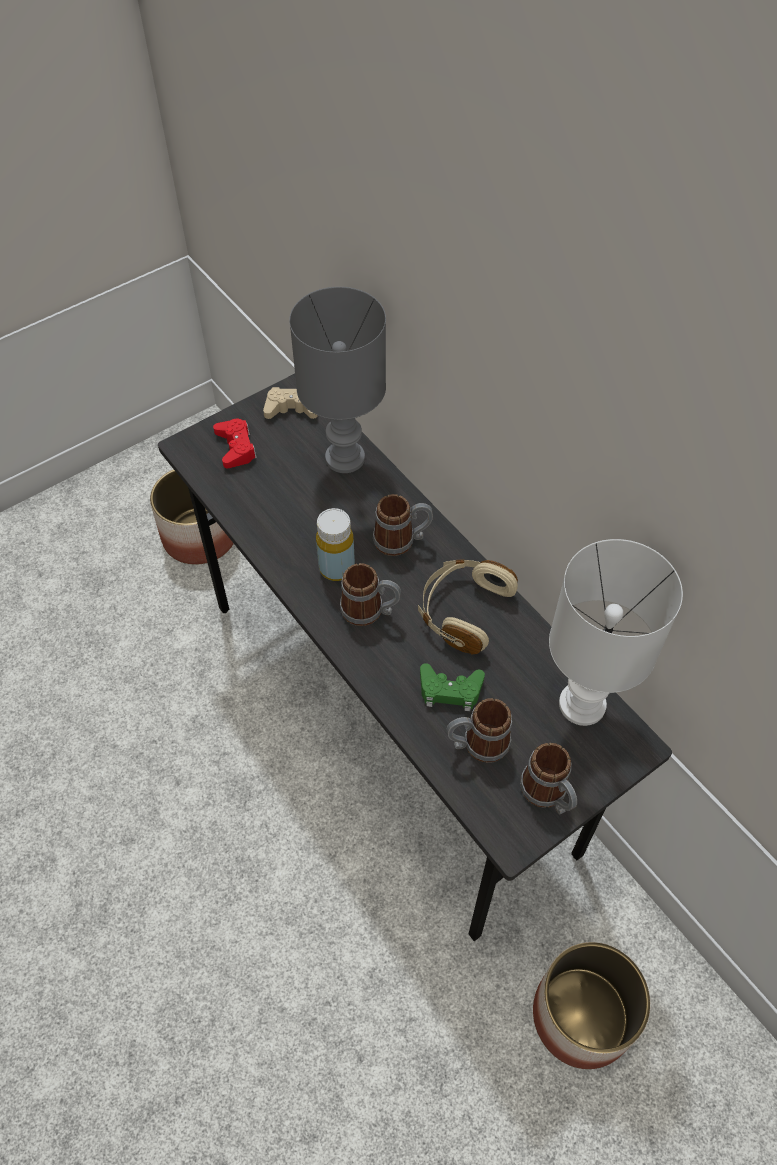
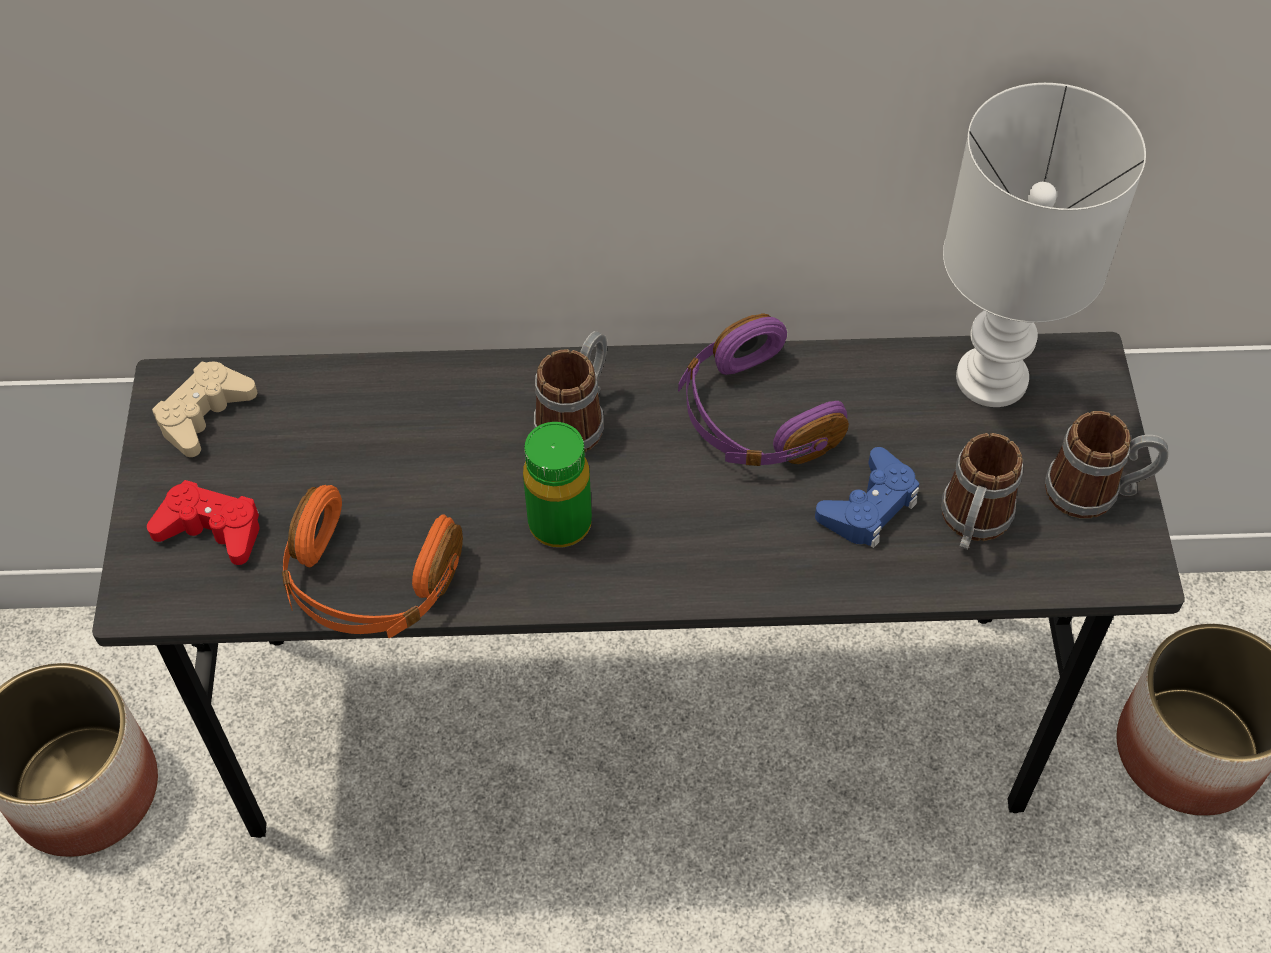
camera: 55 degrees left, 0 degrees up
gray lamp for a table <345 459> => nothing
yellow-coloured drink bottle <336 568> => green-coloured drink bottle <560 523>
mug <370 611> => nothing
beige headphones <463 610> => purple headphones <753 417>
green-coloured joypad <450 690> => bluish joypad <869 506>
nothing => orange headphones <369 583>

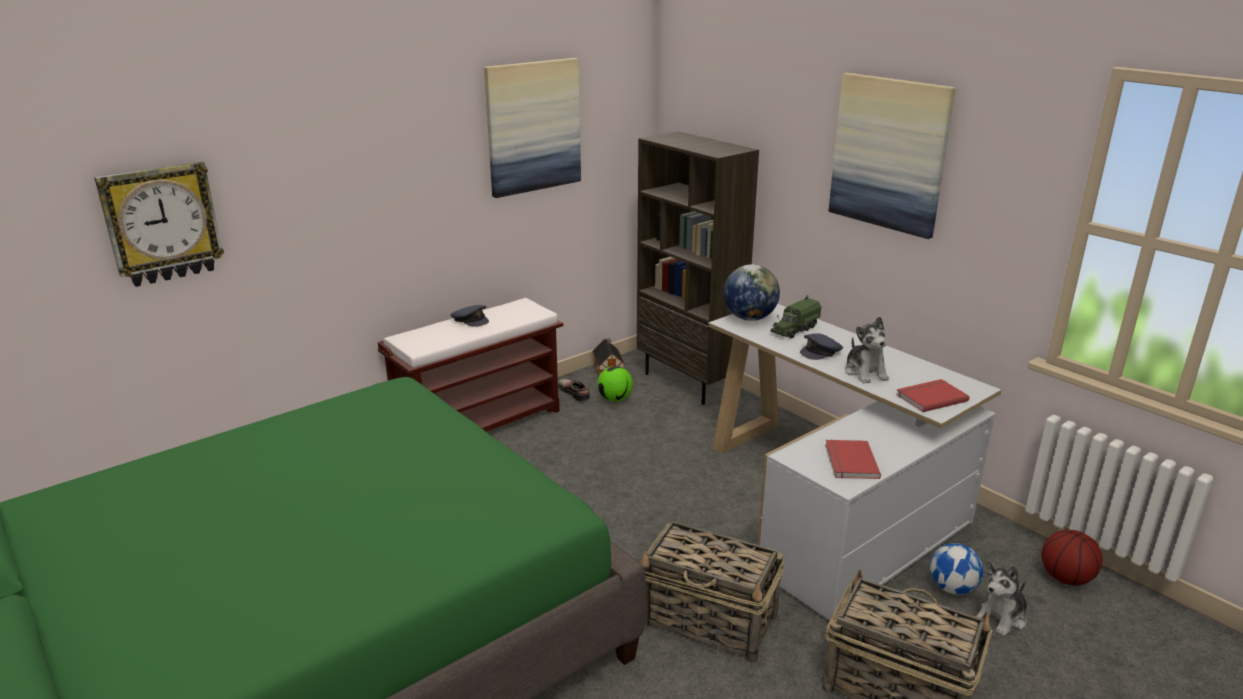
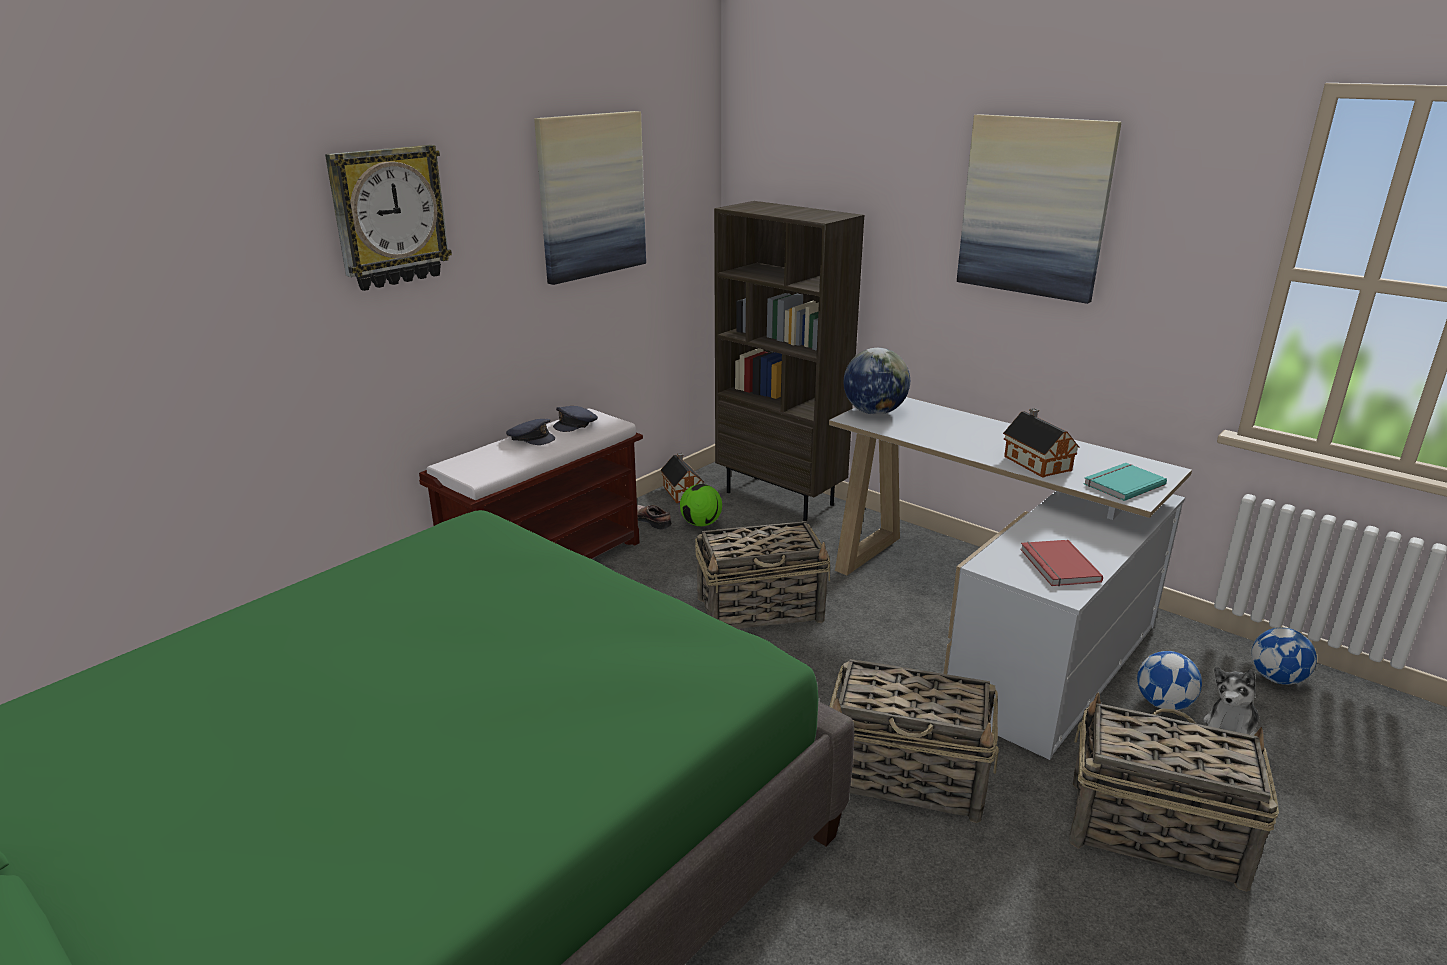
camera: 10 degrees left, 0 degrees up
wall clock <162 224> => wall clock <389 217>, moved
toy lorry <794 329> => nothing
gray peaked cap <821 352> => gray peaked cap <576 424>, moved
cuddly toy <865 372> => model house <1036 462>
reddish book <930 397> => turquoise-coloured book <1122 484>
ball for basketball <1065 579> => football ball <1276 678>
nothing => storage basket <761 609>

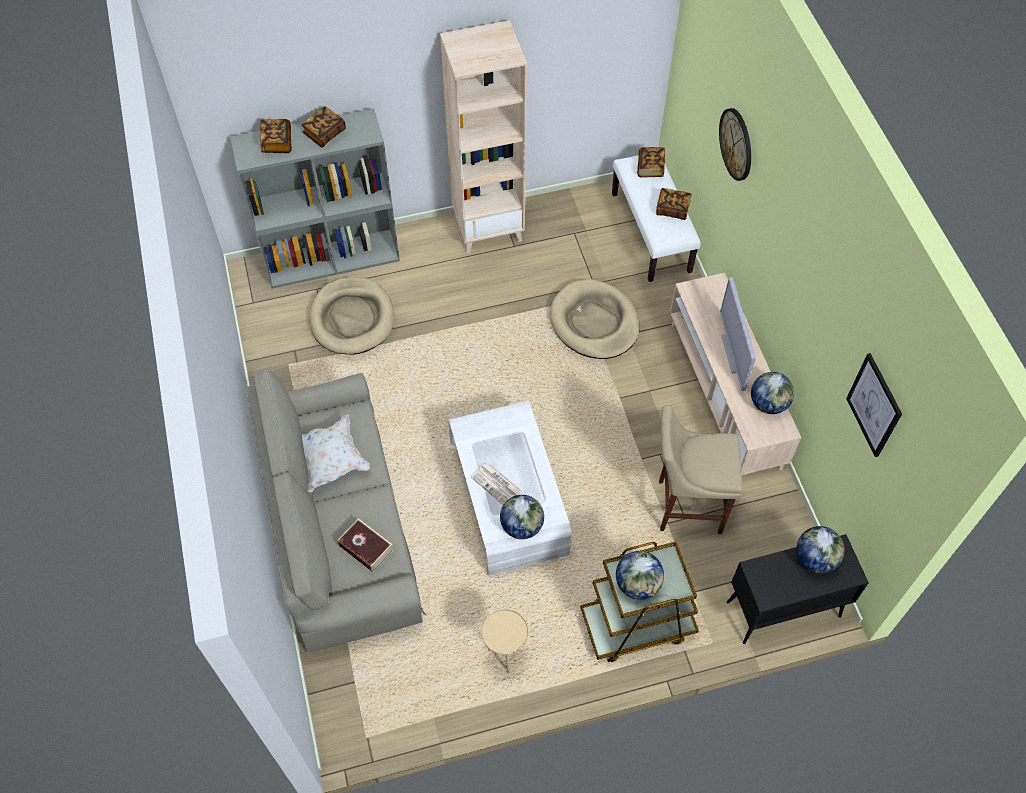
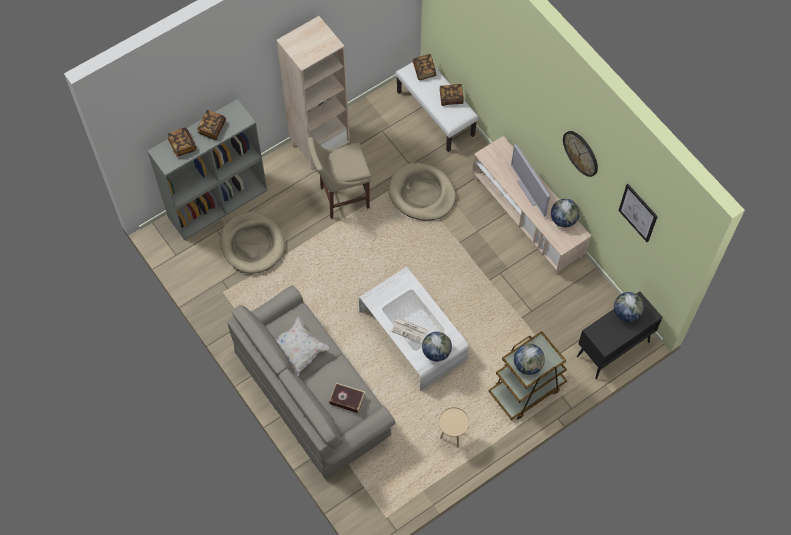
camera: 20 degrees left, 5 degrees up
beige stool seat <685 505> => beige stool seat <341 198>, moved
wall clock <736 144> => wall clock <581 153>, moved

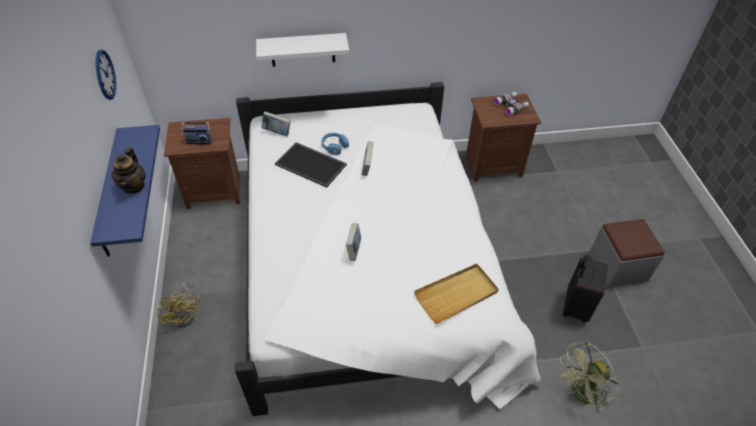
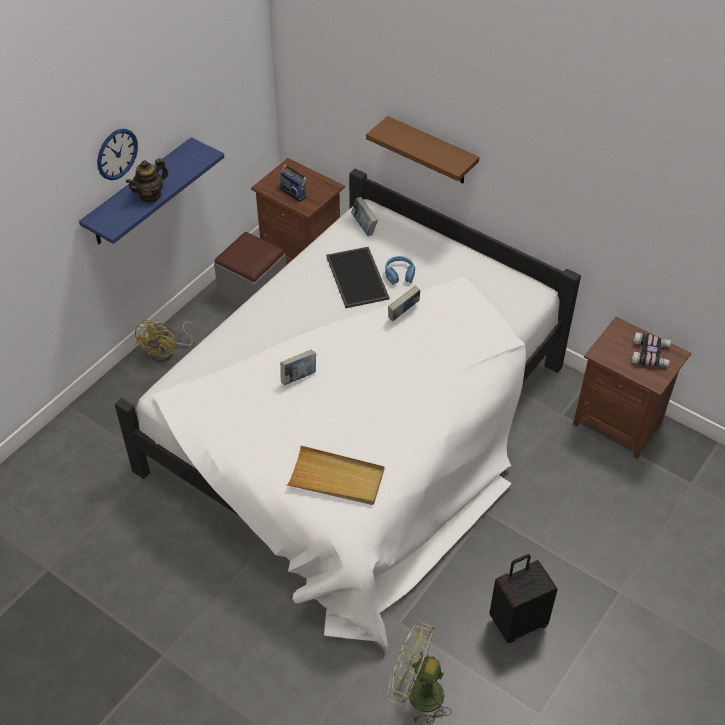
camera: 45 degrees right, 0 degrees up
wall clock <105 74> => wall clock <117 154>, moved
whitish wall shelf <302 50> => brown-coloured wall shelf <431 152>
gray ottoman <617 267> => gray ottoman <253 293>, moved

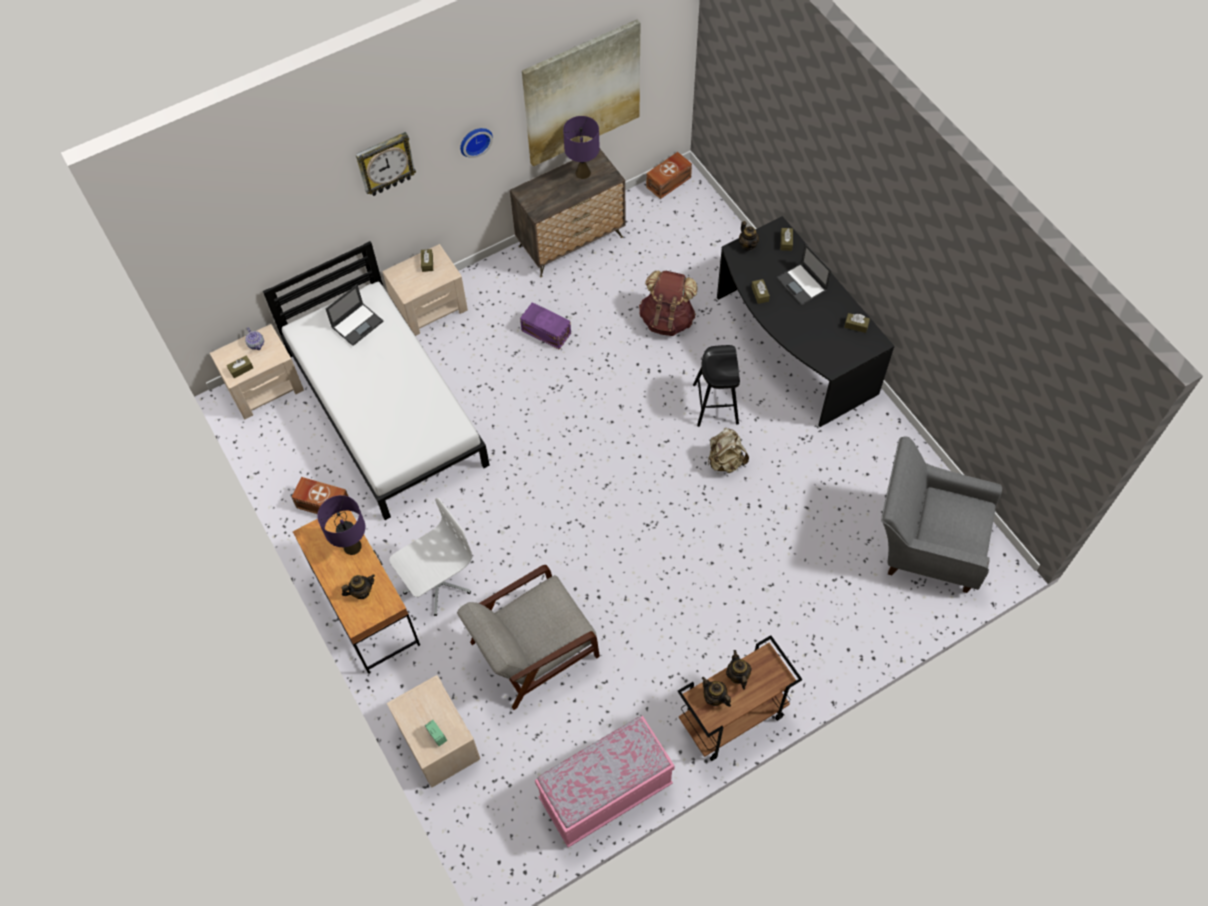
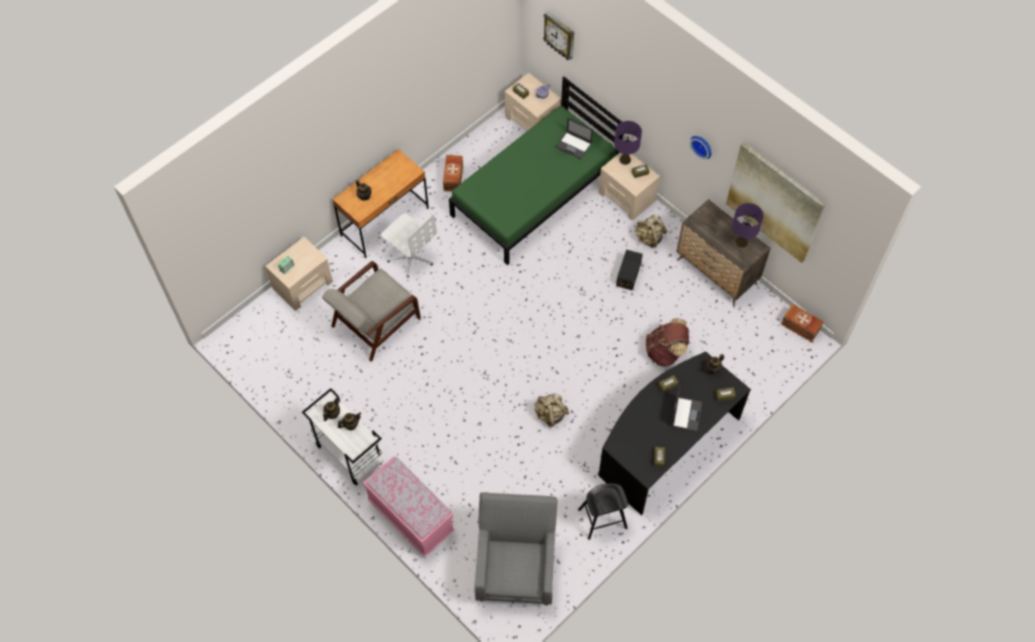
camera: 75 degrees right, 0 degrees up
whitish sleeping bed <387 408> => green-coloured sleeping bed <535 193>
purple lamp for a table <352 546> => purple lamp for a table <625 160>, moved
wall clock <385 164> => wall clock <560 36>, moved
gray armchair <532 650> => gray armchair <374 323>, 90 degrees counterclockwise
purple storage box <546 331> => black storage box <629 274>
pink-coloured long seat <606 792> => pink-coloured long seat <411 516>, moved
brown-coloured trolley <732 719> => whitish trolley <349 454>
black stool seat <715 404> => black stool seat <602 519>, moved
laptop <802 284> => laptop <686 413>, 150 degrees clockwise
nothing => beige backpack <649 238>

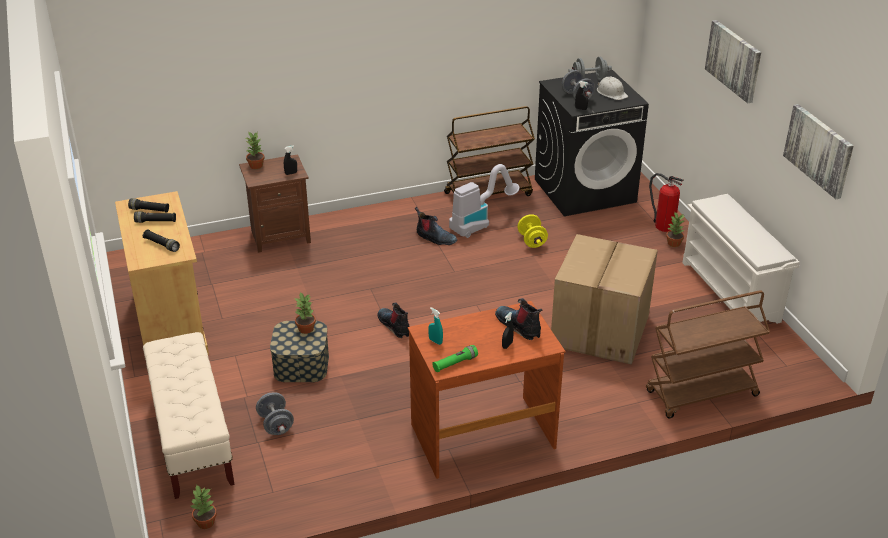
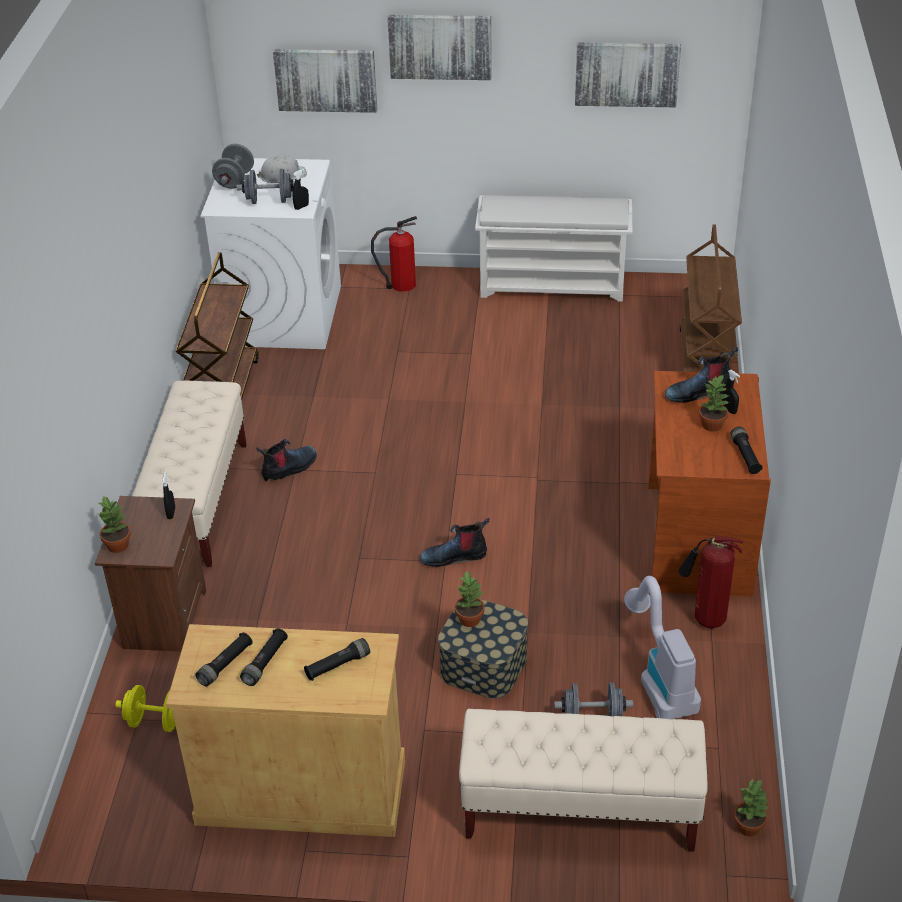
camera: 65 degrees left, 5 degrees up
turquoise-coloured sprayer <435 341> => nothing
green-coloured flashlight <455 363> => black flashlight <745 456>
vacuum cleaner <480 223> => vacuum cleaner <659 678>, moved
yellow-coloured dumbbell <532 241> => yellow-coloured dumbbell <156 721>, moved
black laundry machine <585 190> => whitish laundry machine <283 315>
packing box <601 331> => nothing
plant in a pot <674 243> => plant in a pot <712 425>, moved
nothing => beige long seat <197 502>
nothing => picture <326 79>
nothing => extinguisher <705 620>

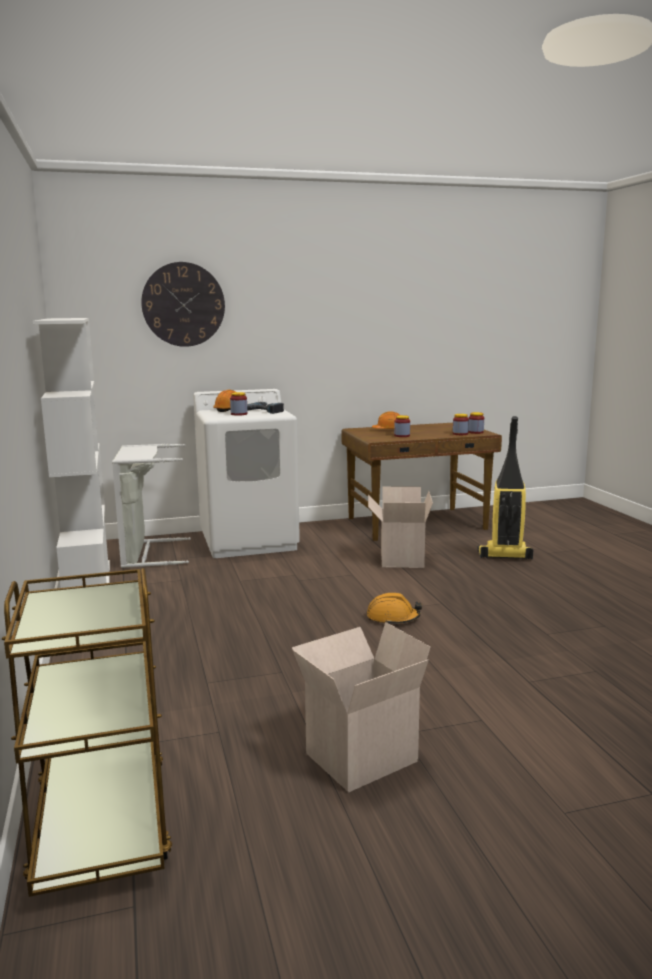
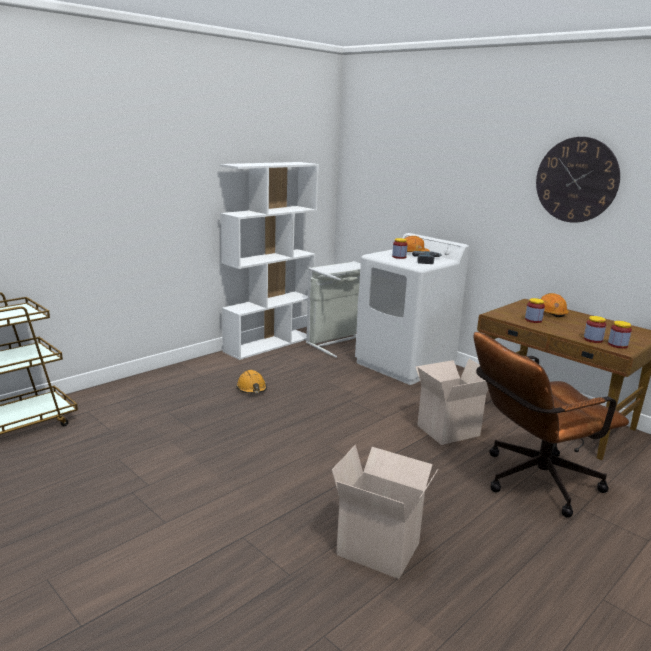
camera: 60 degrees right, 5 degrees up
wall clock <183 304> => wall clock <576 180>, moved
packing box <360 755> => packing box <380 548>, moved
orange safety helmet <393 618> => orange safety helmet <251 389>, moved
vacuum cleaner <504 556> => brown-coloured desk chair <531 482>

